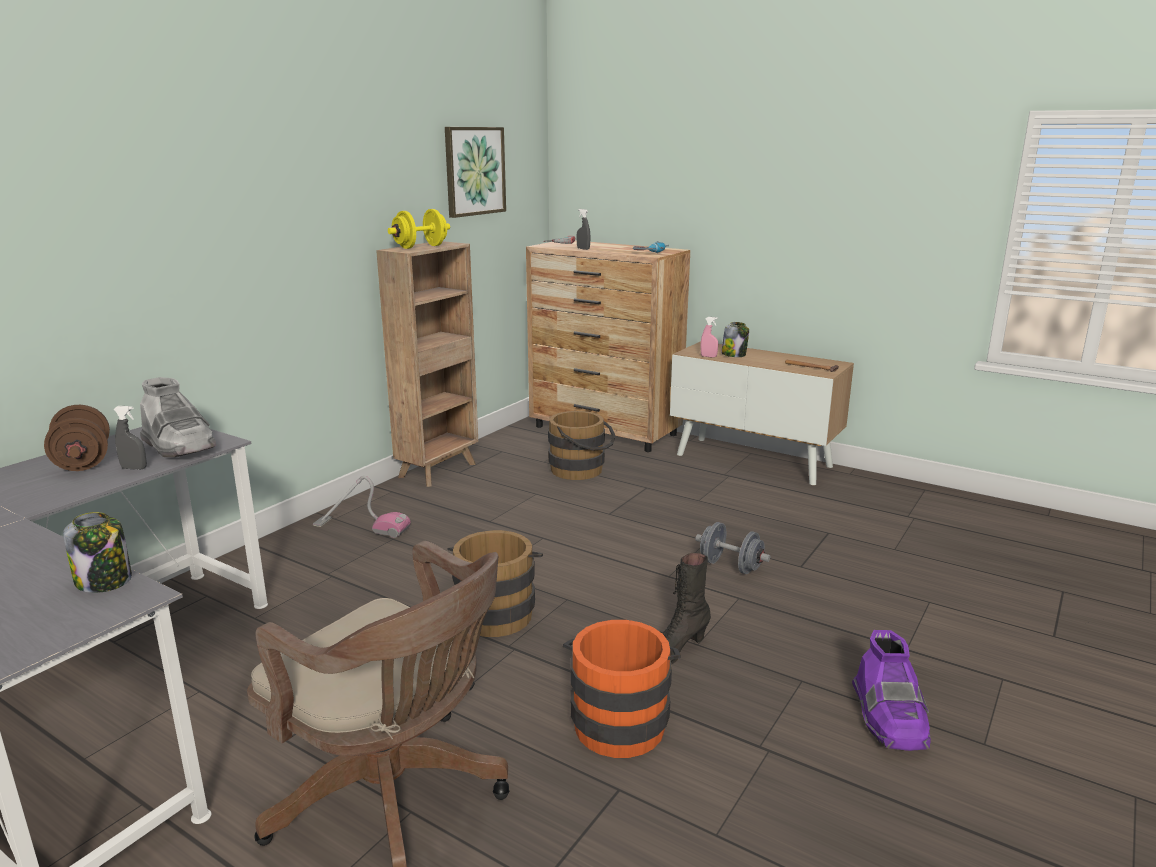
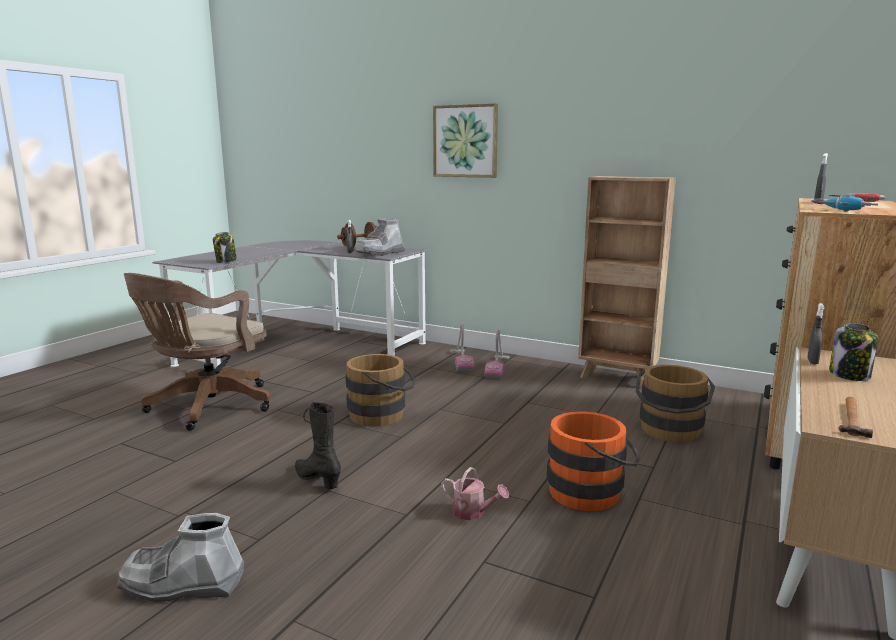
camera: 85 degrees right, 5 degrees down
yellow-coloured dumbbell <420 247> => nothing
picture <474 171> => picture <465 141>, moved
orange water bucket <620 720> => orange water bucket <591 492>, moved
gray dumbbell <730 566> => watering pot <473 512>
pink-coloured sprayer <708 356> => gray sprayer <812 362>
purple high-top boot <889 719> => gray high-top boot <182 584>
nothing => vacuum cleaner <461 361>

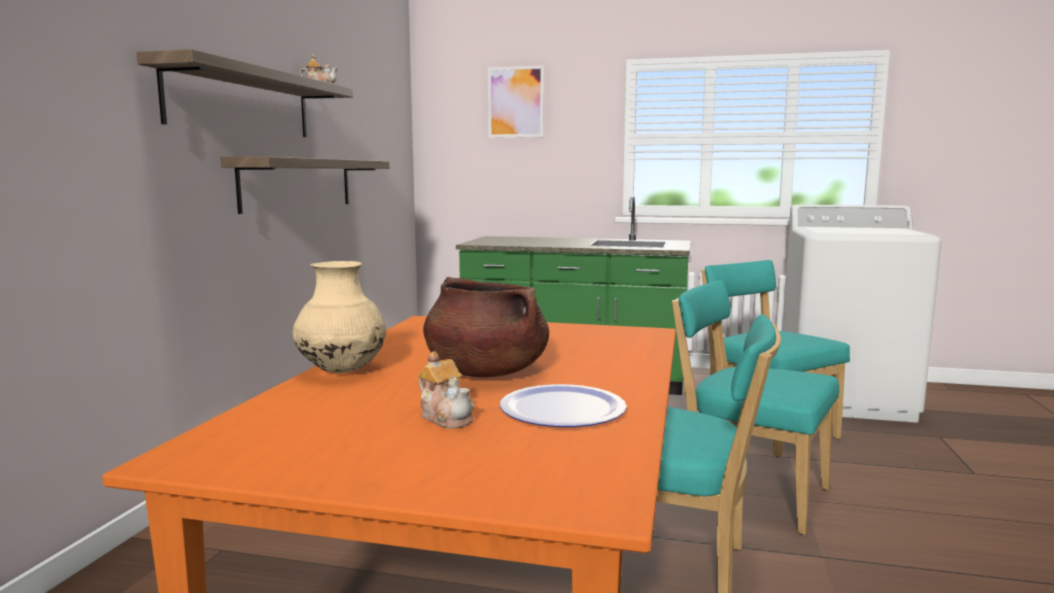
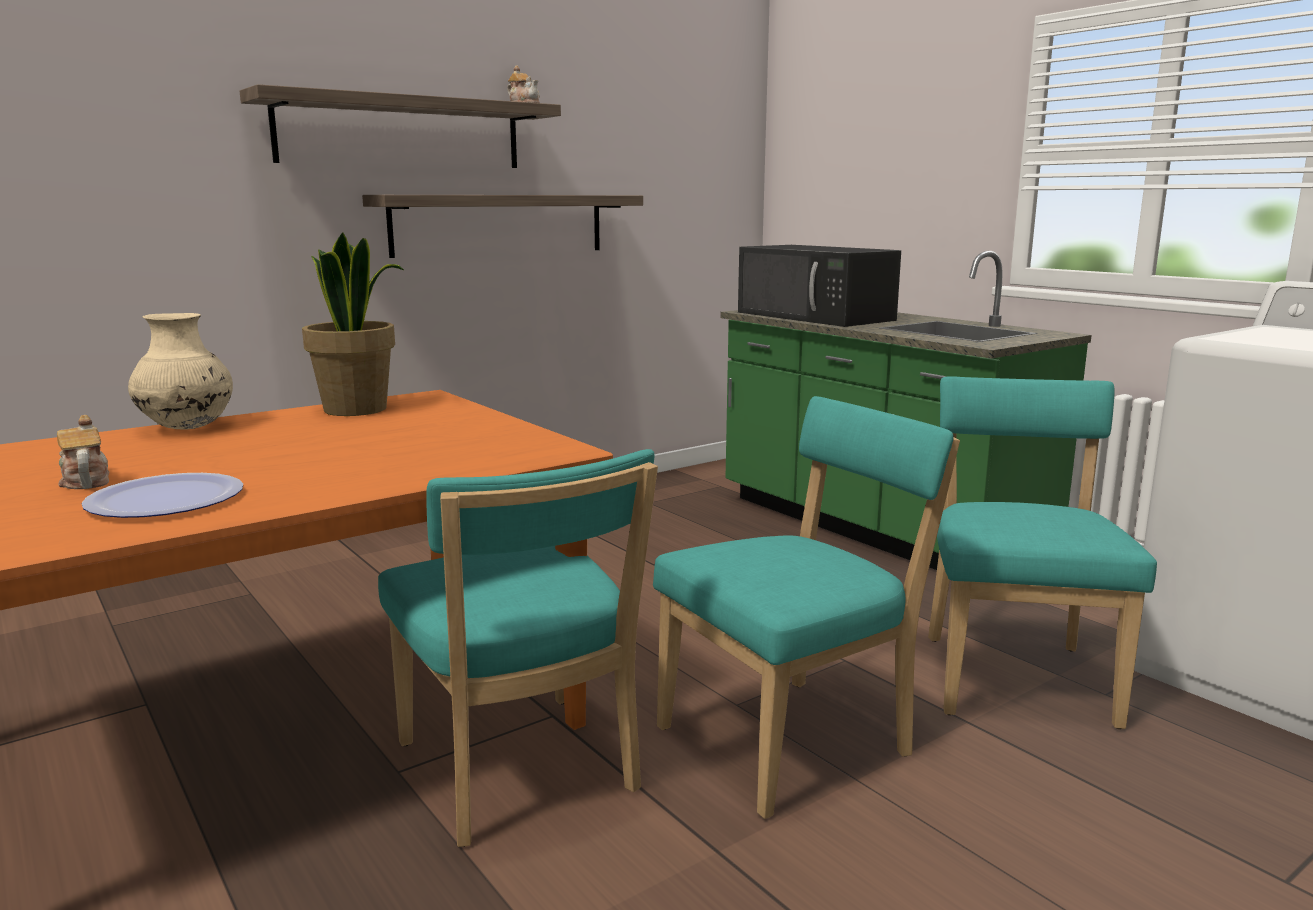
camera: 40 degrees right, 5 degrees up
tea pot <446 417> => tea pot <86 481>, 150 degrees clockwise
brown-coloured stockpot <485 372> => nothing
picture <516 102> => nothing
turquoise-coloured plain chair <747 493> => turquoise-coloured plain chair <793 739>, 75 degrees clockwise
nothing => plant in a pot <357 409>
nothing => black microwave <816 316>

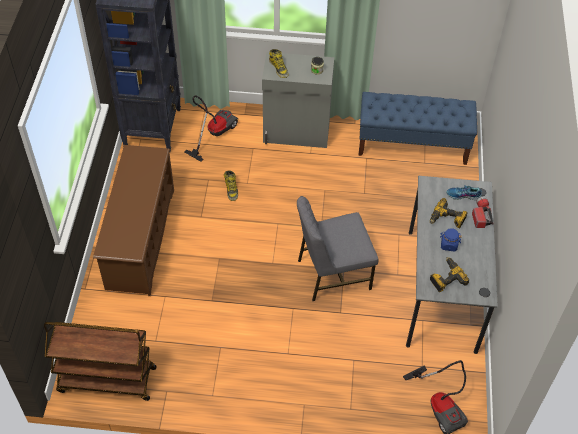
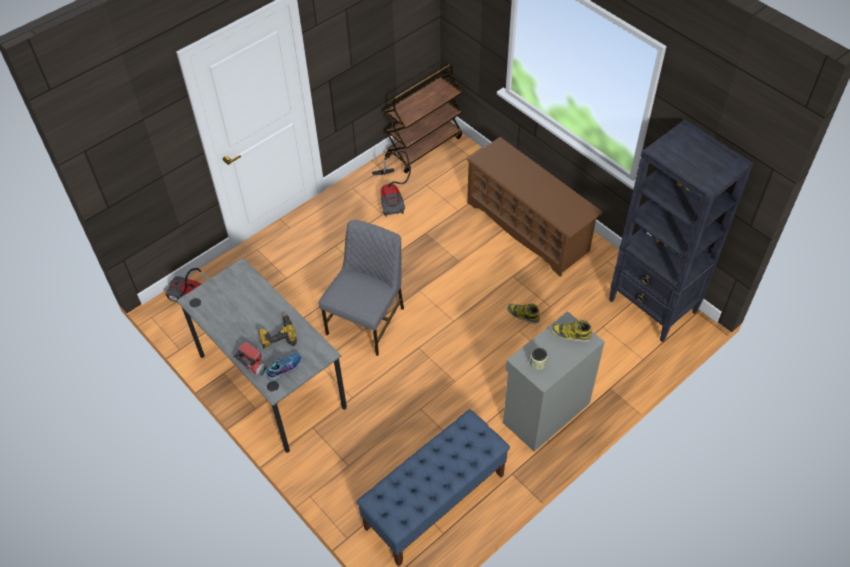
camera: 135 degrees right, 0 degrees up
vacuum cleaner <213 133> => vacuum cleaner <392 197>, moved
drill <446 278> => nothing
bluish preserve jar <448 245> => nothing

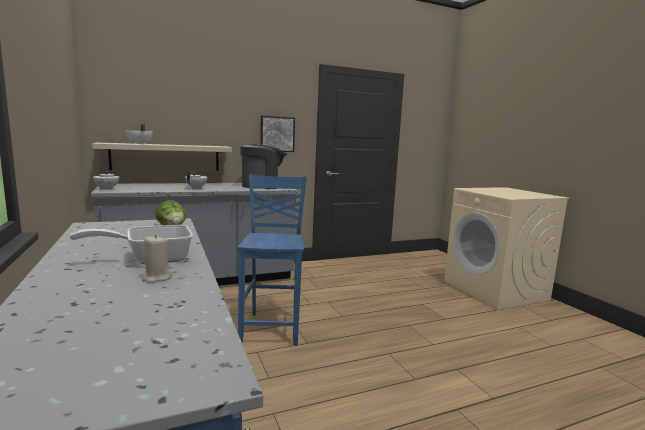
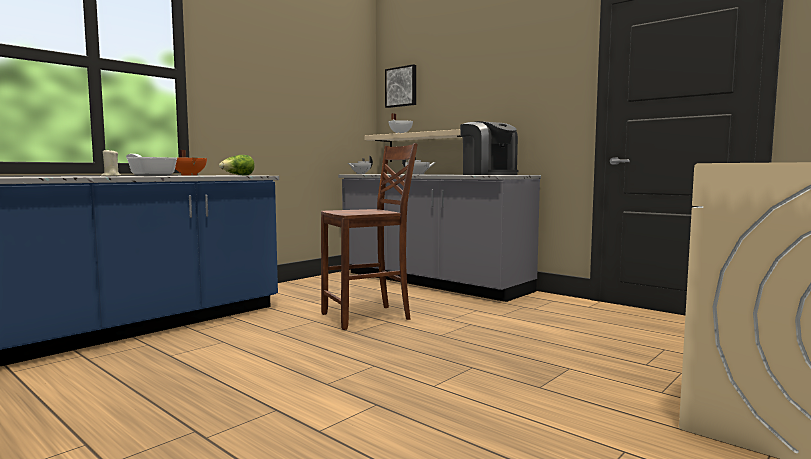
camera: 65 degrees right, 5 degrees down
bluish plain chair <272 328> => brown-coloured plain chair <368 317>
picture <277 134> => picture <401 87>, moved
nothing => orange stockpot <190 175>

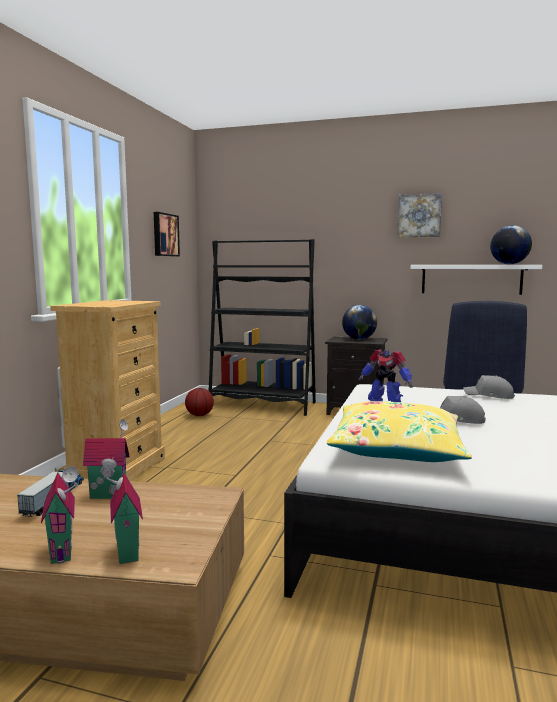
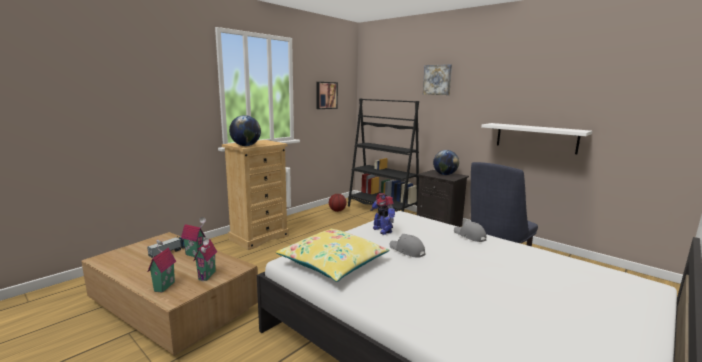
camera: 25 degrees right, 5 degrees up
model house <64 551> => model house <208 275>, moved
picture <419 216> => picture <437 80>, moved
world globe <509 264> => world globe <246 146>, moved

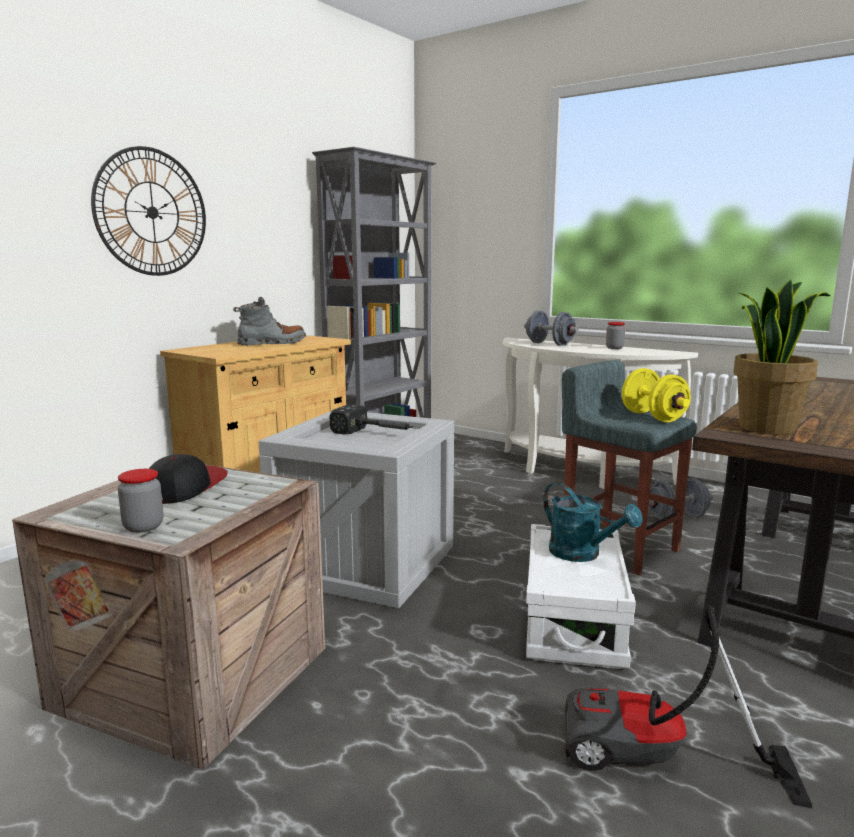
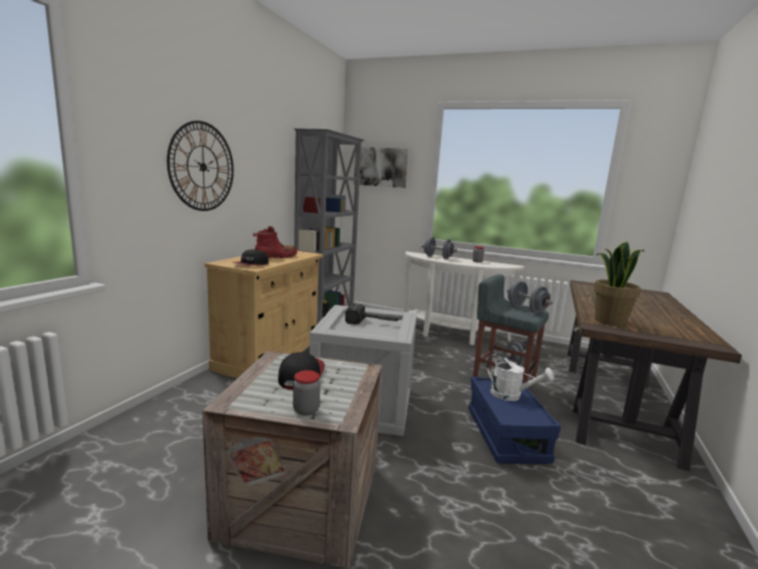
camera: 15 degrees left, 0 degrees up
gray high-top boot <272 343> => reddish high-top boot <276 257>
whitish storage box <573 621> => bluish storage box <506 435>
turquoise-coloured watering pot <582 554> => whitish watering pot <511 396>
vacuum cleaner <655 763> => nothing
yellow-coloured dumbbell <653 417> => gray dumbbell <526 309>
nothing => peaked cap <251 265>
nothing => picture <380 167>

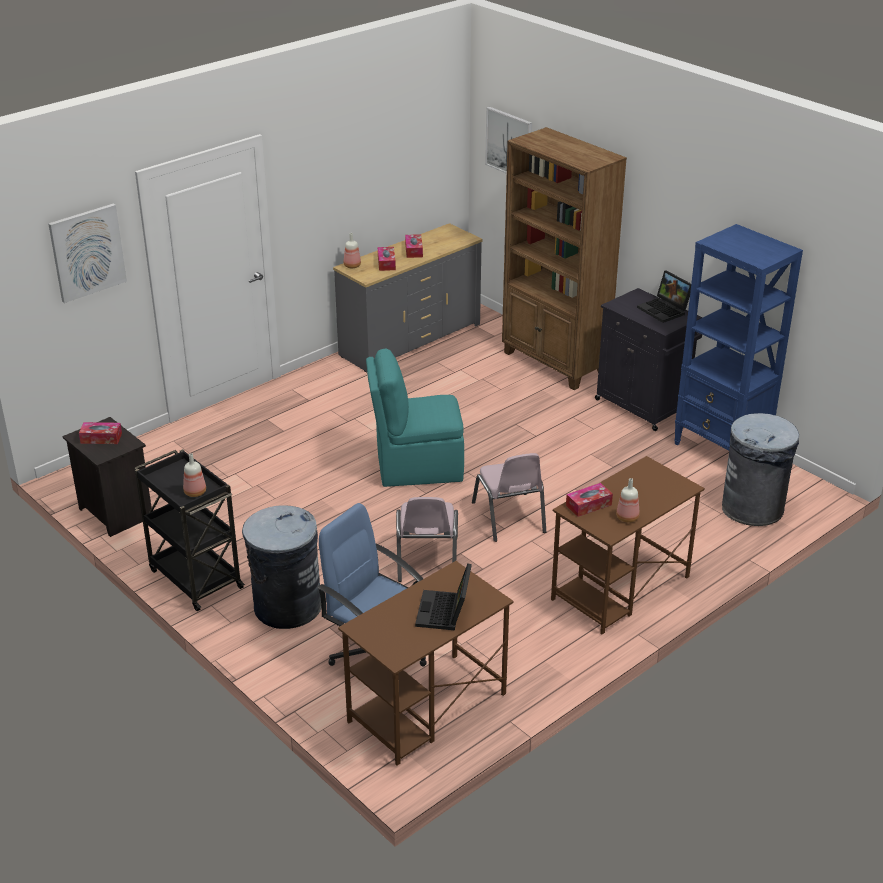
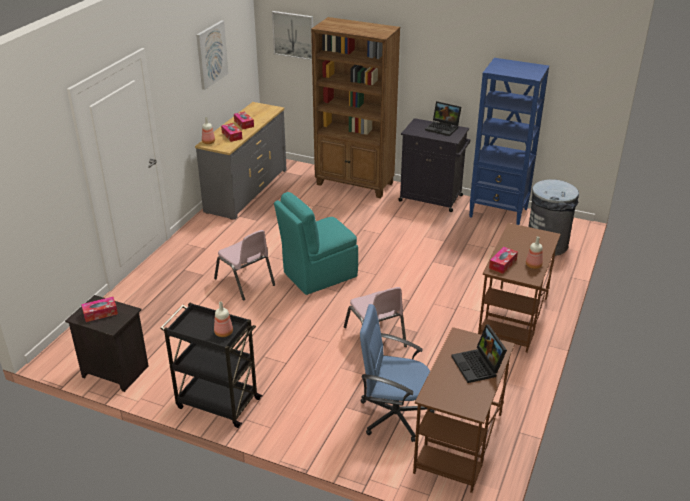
camera: 25 degrees left, 0 degrees up
picture <87 252> => picture <211 54>, moved
gray trash can <286 606> => nothing
pink-coloured plain chair <509 517> => pink-coloured plain chair <245 282>, moved

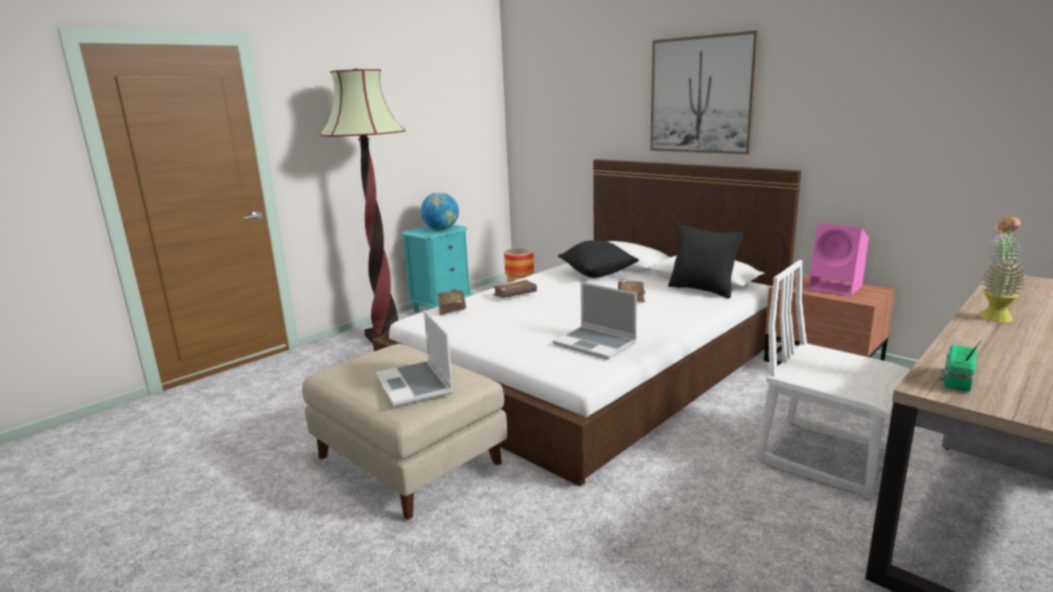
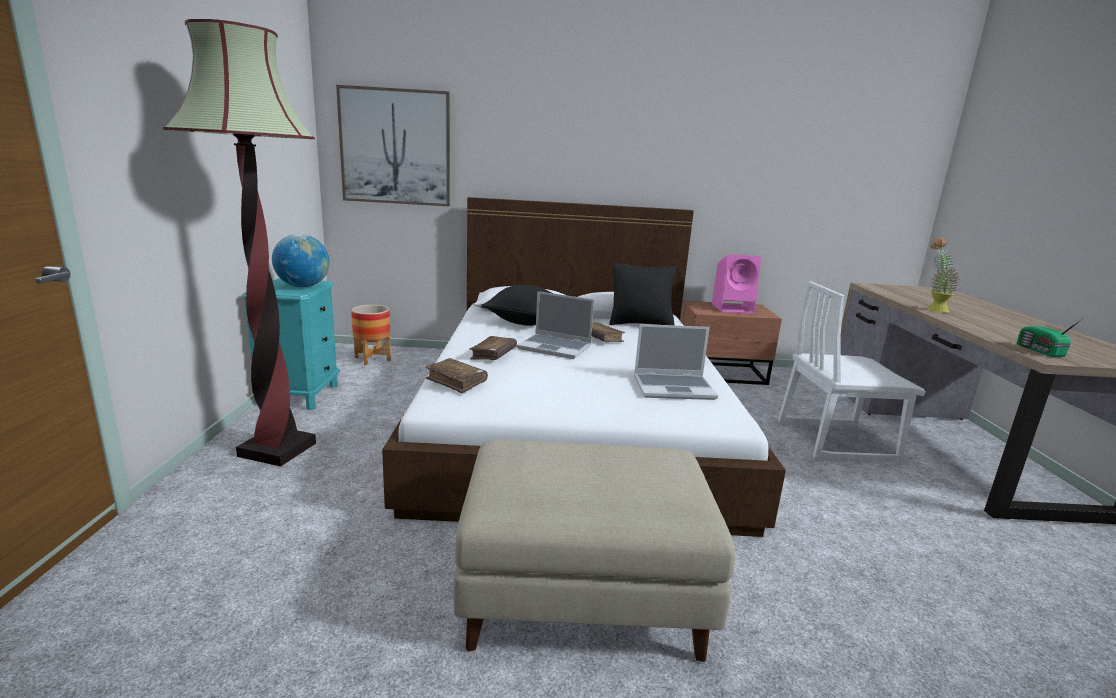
camera: 45 degrees left, 0 degrees up
laptop <415 385> => laptop <555 347>, moved
picture <701 95> => picture <395 147>, moved

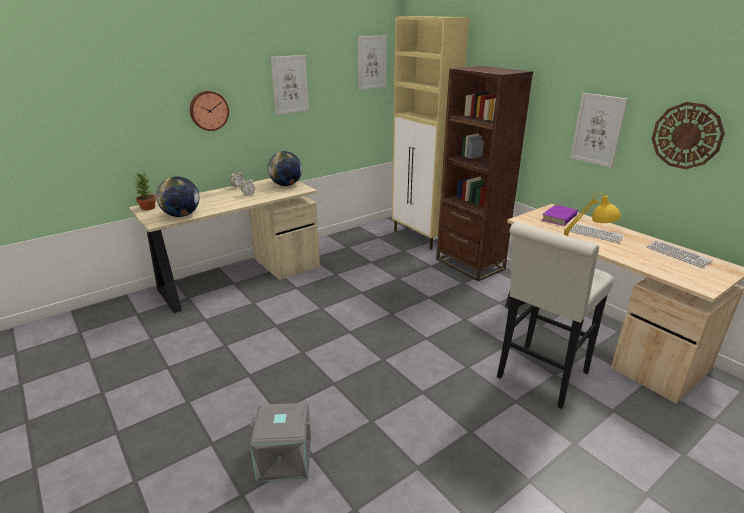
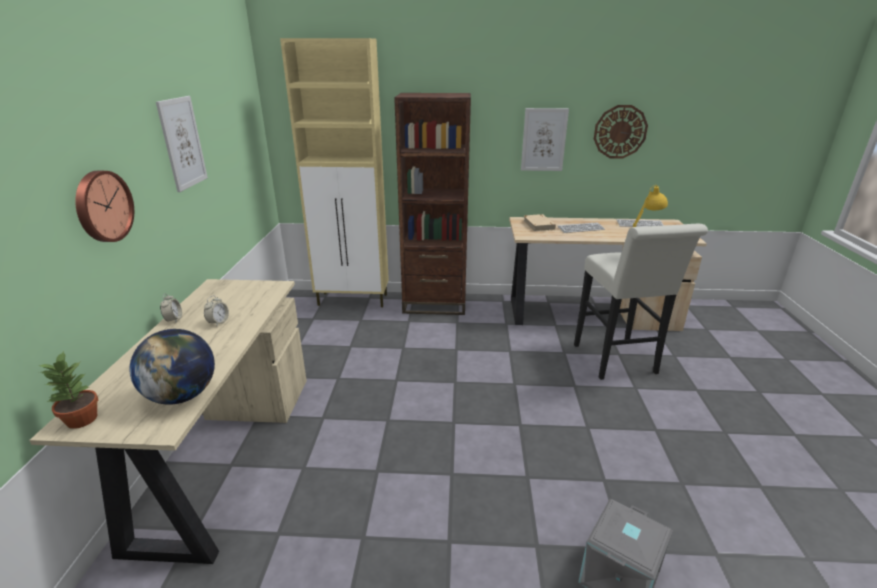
camera: 50 degrees left, 0 degrees up
world globe <286 185> => nothing
picture <371 62> => nothing
purple book <559 218> => beige book <538 225>

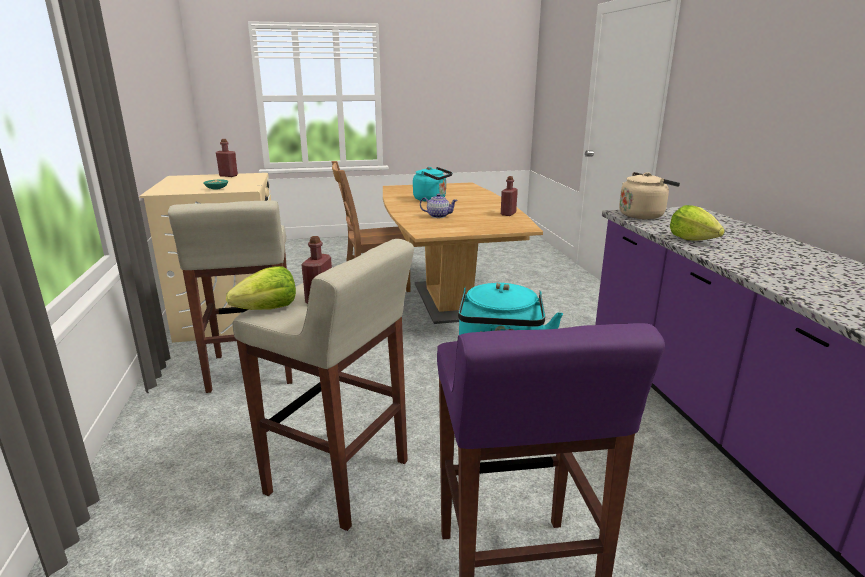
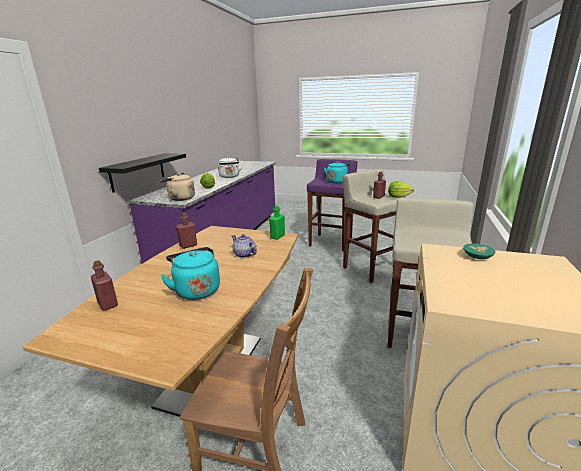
camera: 150 degrees left, 0 degrees up
reddish drink bottle <228 176> => reddish drink bottle <108 304>, moved
nothing => black wall shelf <138 171>
nothing => whitish tea kettle <229 177>
nothing => green-coloured drink bottle <277 237>

